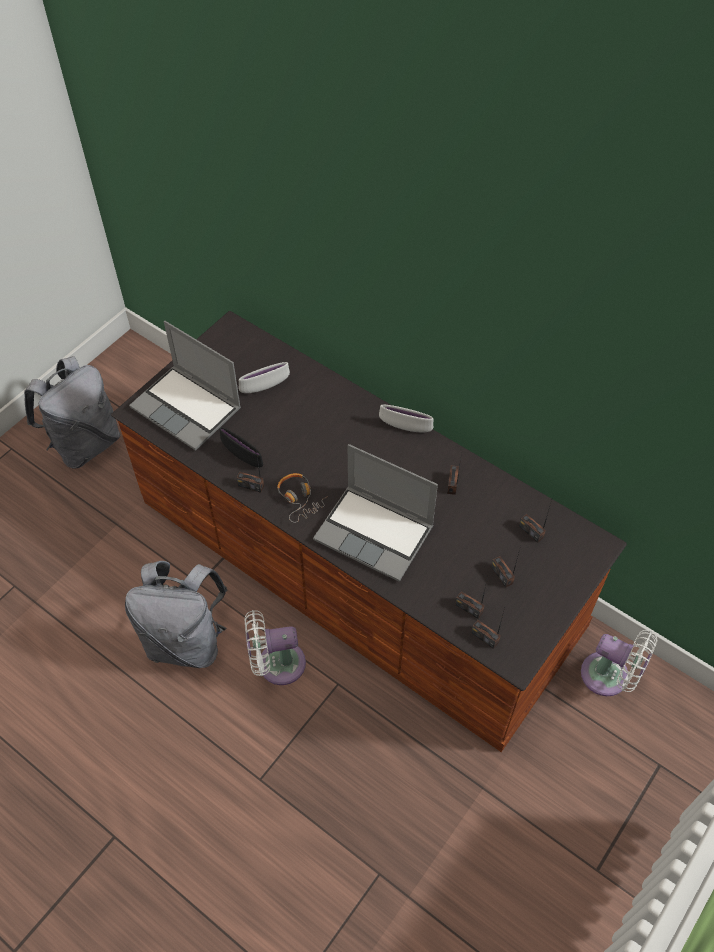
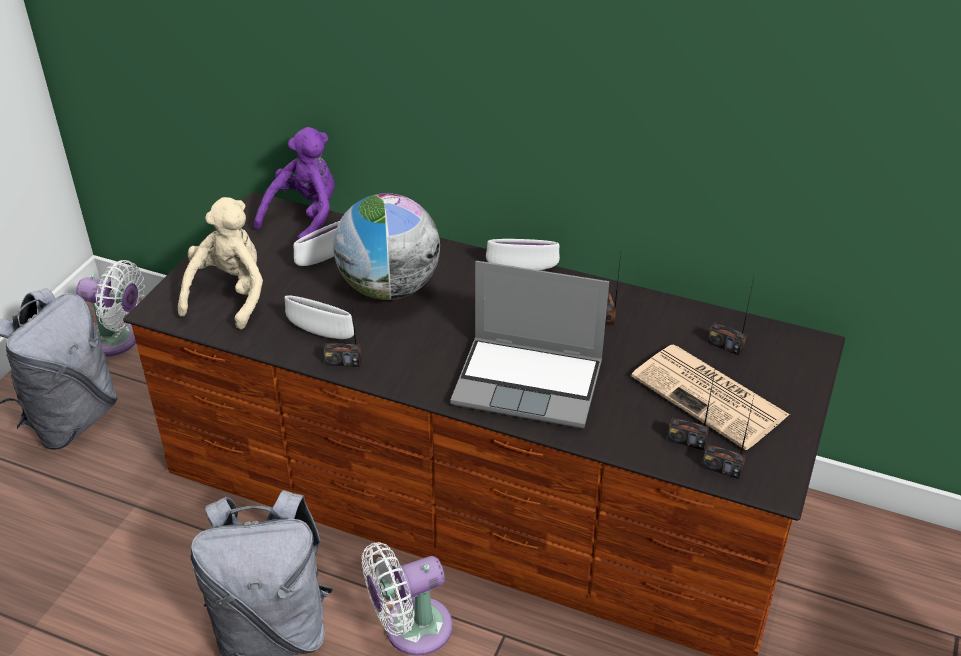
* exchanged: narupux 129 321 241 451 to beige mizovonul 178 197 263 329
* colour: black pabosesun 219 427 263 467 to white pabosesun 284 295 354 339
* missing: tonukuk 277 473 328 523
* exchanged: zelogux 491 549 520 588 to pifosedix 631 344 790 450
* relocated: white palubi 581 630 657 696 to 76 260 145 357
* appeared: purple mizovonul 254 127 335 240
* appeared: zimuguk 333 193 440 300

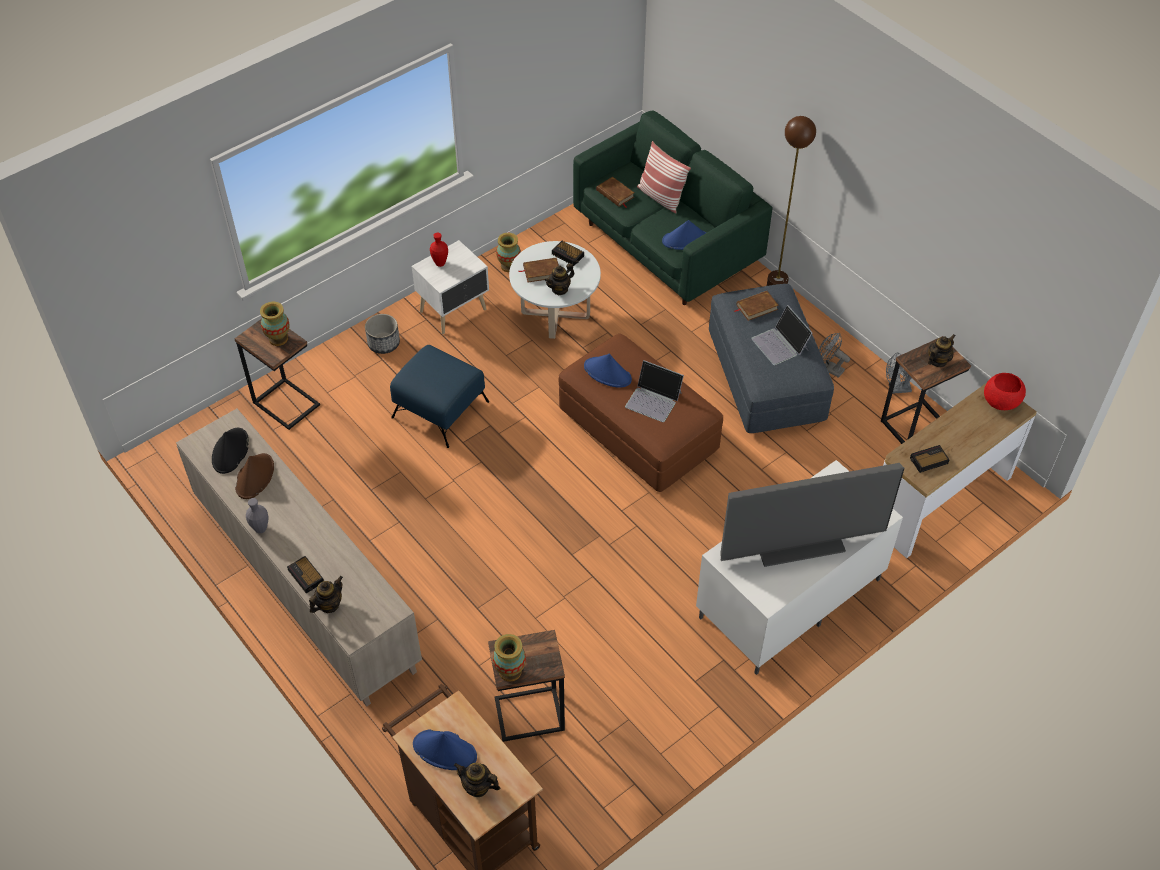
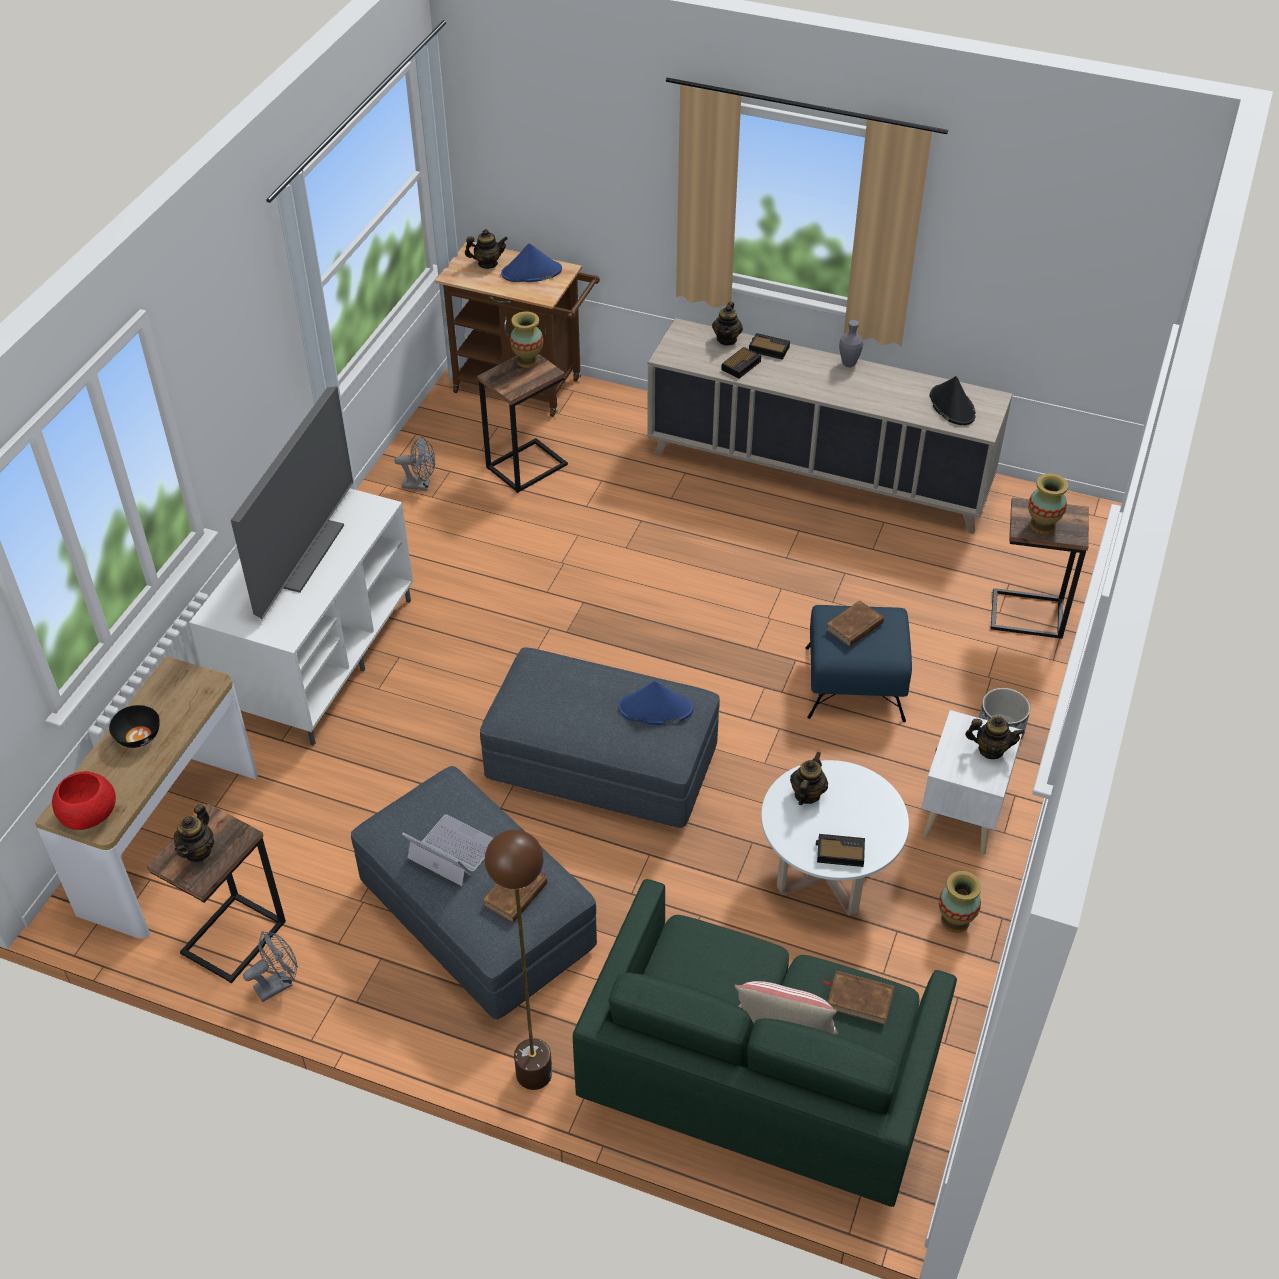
* missing: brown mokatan 235 453 274 499
* exchanged: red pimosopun 430 233 448 267 to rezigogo 965 716 1025 759
* relocated: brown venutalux 519 257 559 282 to 826 600 884 647
* colour: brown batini 559 333 723 492 to grey batini 480 647 720 828
* missing: narupux 625 360 684 422
* missing: blue mokatan 662 220 706 250
* spun: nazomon 720 463 905 567 = 231 386 353 619 150 degrees clockwise
* relocated: grey palubi 819 333 850 378 to 394 437 435 490
* relocated: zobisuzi 910 445 950 473 to 721 347 761 379
* appeared: black pabosesun 109 705 160 748

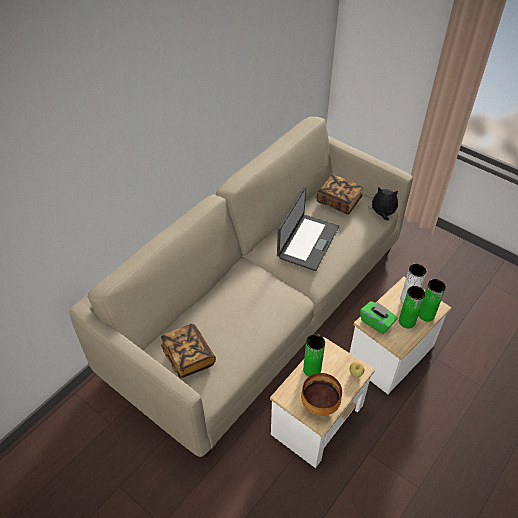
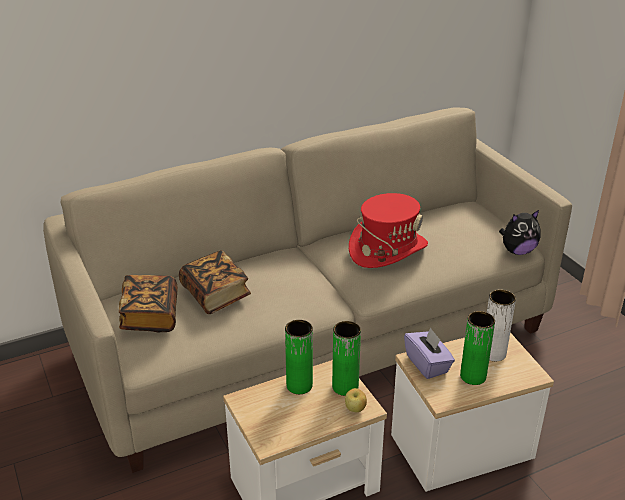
* exchanged: narupux 277 186 339 271 to red mokatan 349 193 428 268
* missing: pabosesun 301 373 342 416
* relocated: venutalux 317 174 363 215 to 179 250 251 314
* colour: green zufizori 360 301 398 334 to purple zufizori 404 327 455 379
* spun: mizovonul 369 187 398 221 = 499 210 541 255 120 degrees clockwise
* relocated: green pimosopun 418 279 446 322 to 332 321 361 396

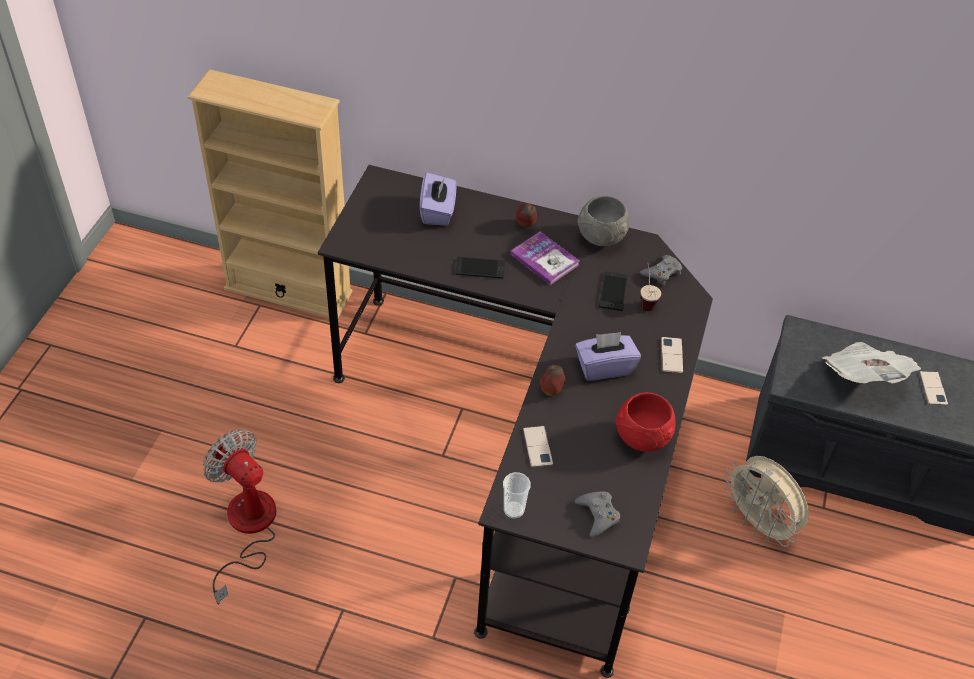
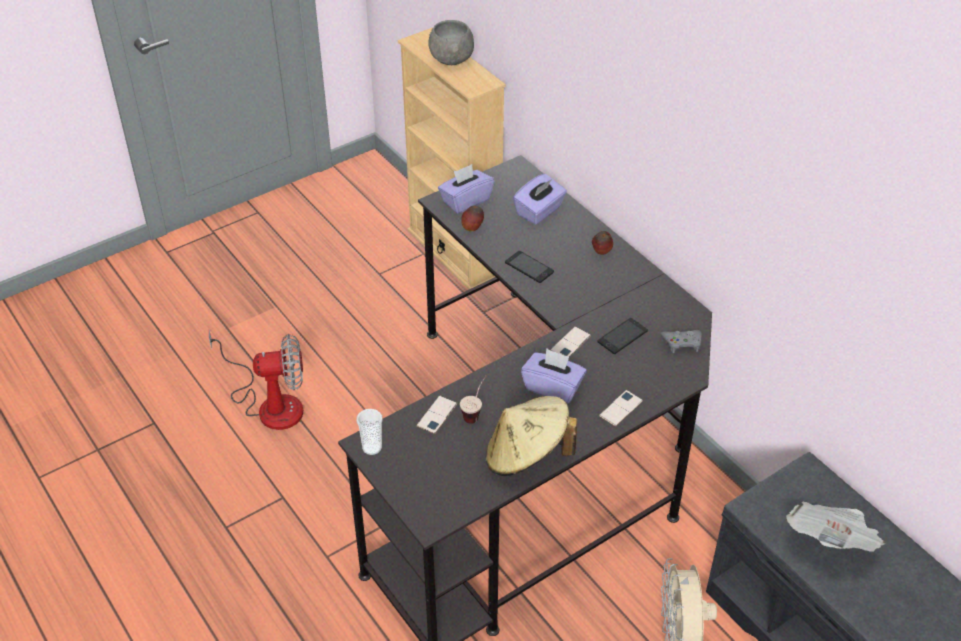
* spun: palubi 203 429 277 604 = 209 330 303 430 90 degrees clockwise
* missing: venutalux 510 232 579 285
* relocated: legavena 540 365 565 396 to 461 205 484 231
* missing: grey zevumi 575 491 620 537
* relocated: grey pabosesun 577 196 629 246 to 428 20 474 65
* exchanged: red pabosesun 615 392 675 452 to beige mokatan 486 396 577 476
* relocated: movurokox 641 263 661 311 to 460 375 487 424
* relocated: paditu 919 371 948 405 to 550 326 591 357
* appeared: purple zufizori 438 164 494 214

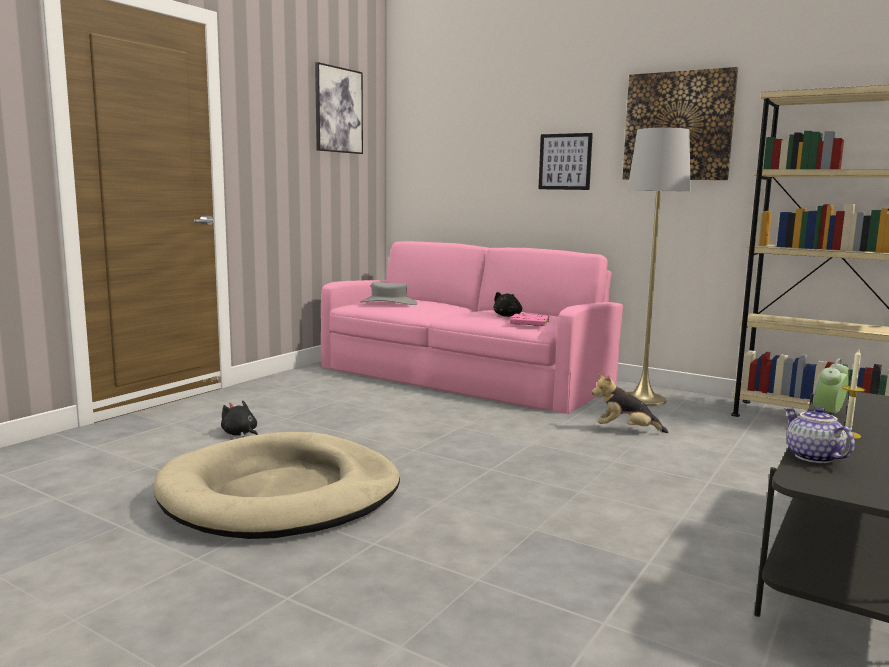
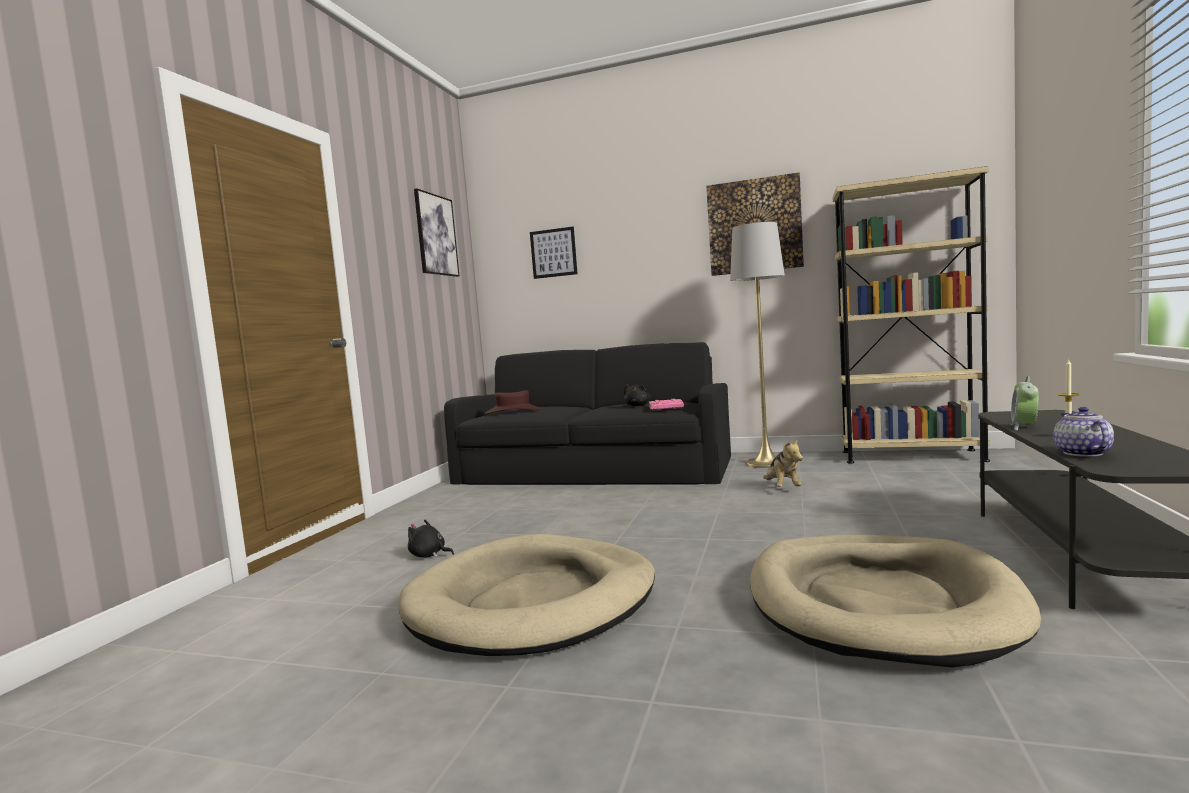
* colour: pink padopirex 321 241 623 414 to black padopirex 444 342 731 485
* colour: grey mokatan 360 281 417 305 to brown mokatan 485 390 541 414
* relocated: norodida 538 133 593 190 to 530 227 578 279
* spun: mizovonul 592 373 668 433 = 763 438 803 487 90 degrees counterclockwise
* spun: rezigogo 785 407 855 463 = 1053 407 1114 457 45 degrees clockwise
* appeared: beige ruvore 750 535 1041 667

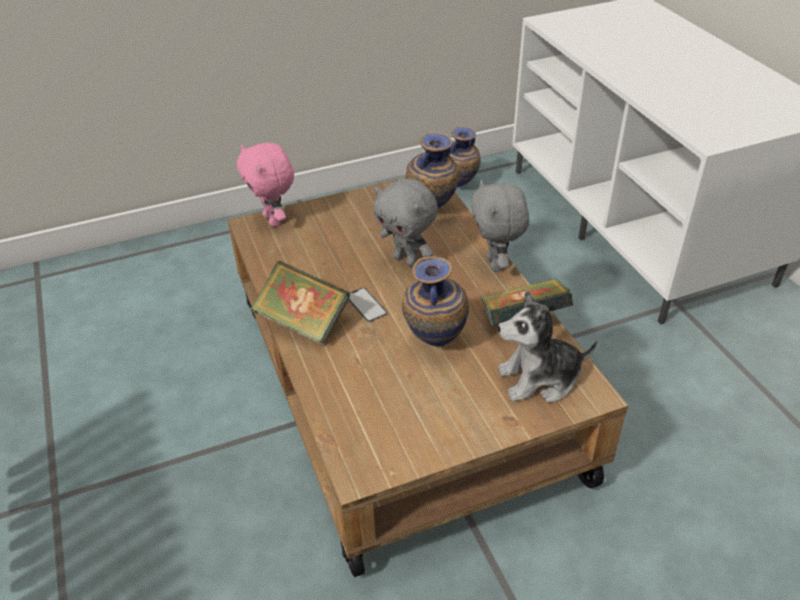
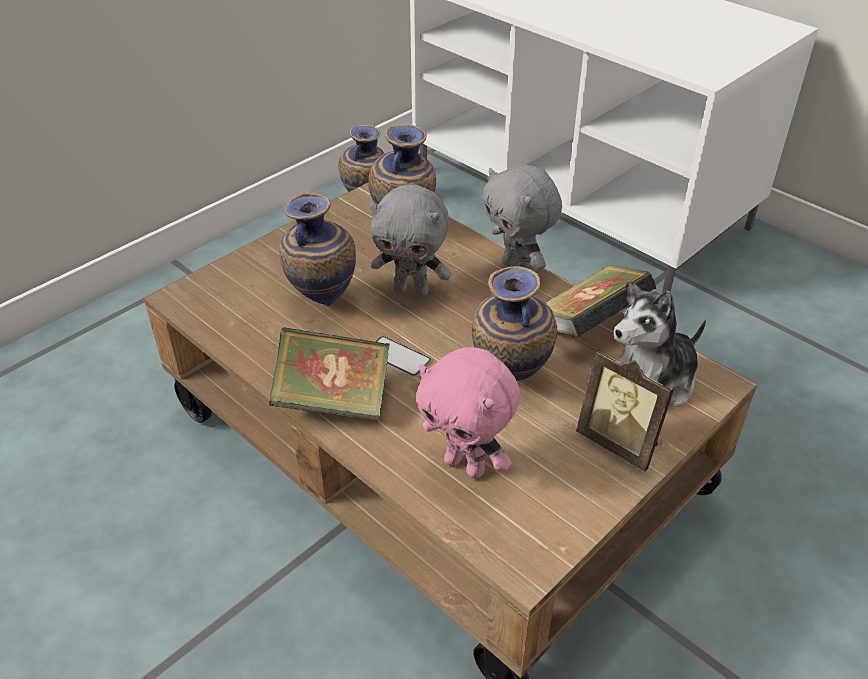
* relocated: pink mizovonul 237 143 294 227 to 416 347 520 479
* appeared: pimosopun 279 192 356 306
* appeared: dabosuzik 576 349 674 471

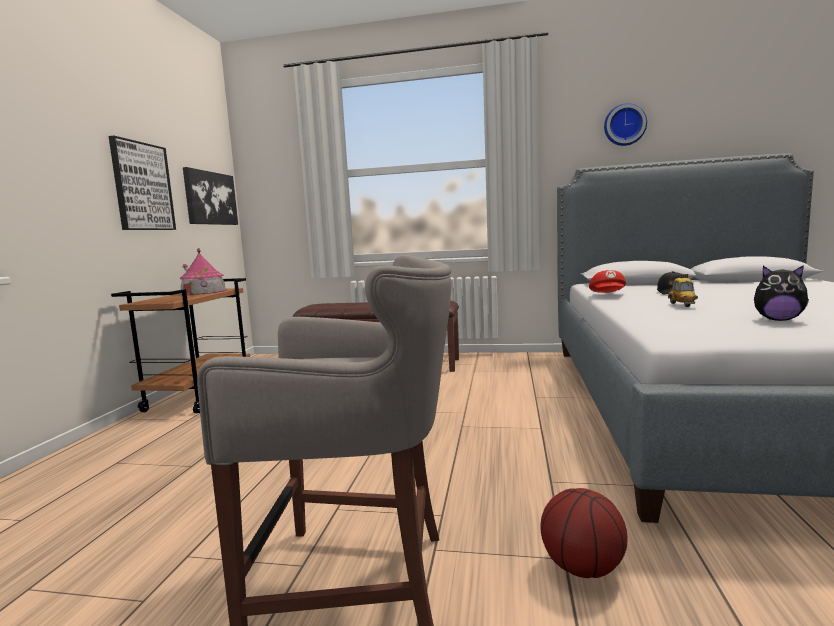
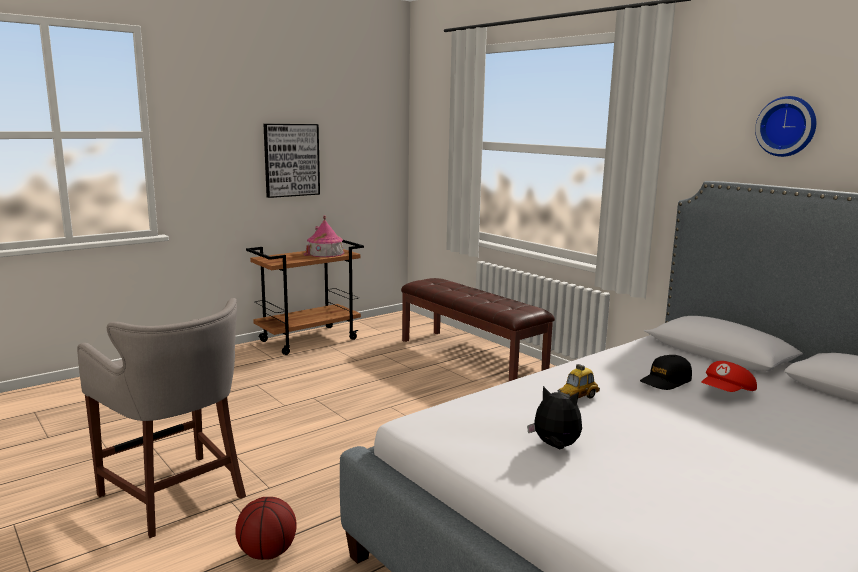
* missing: norodida 183 167 238 225
* relocated: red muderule 589 270 626 293 to 701 361 757 392
* spun: mizovonul 754 265 809 321 = 527 386 582 449 135 degrees clockwise

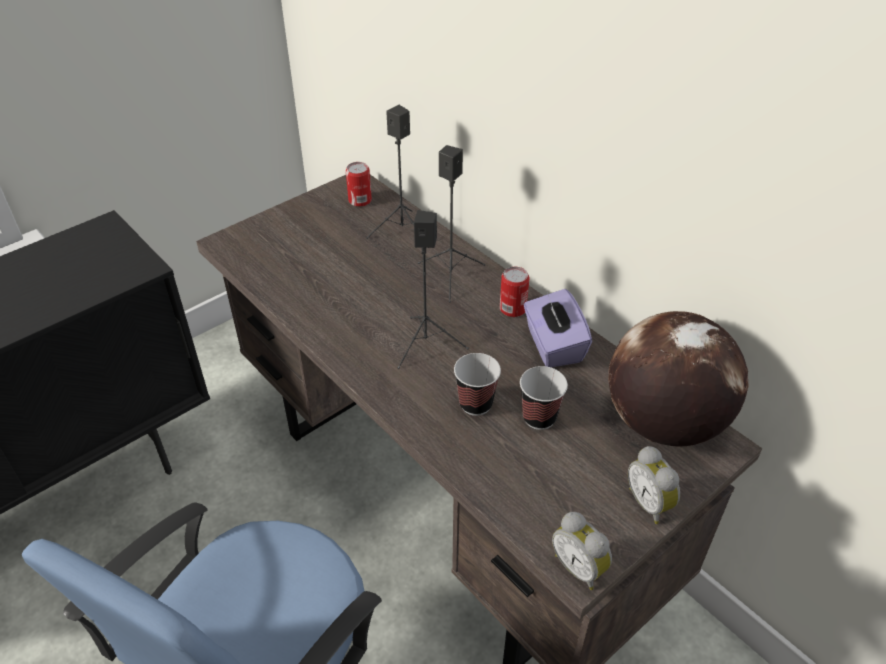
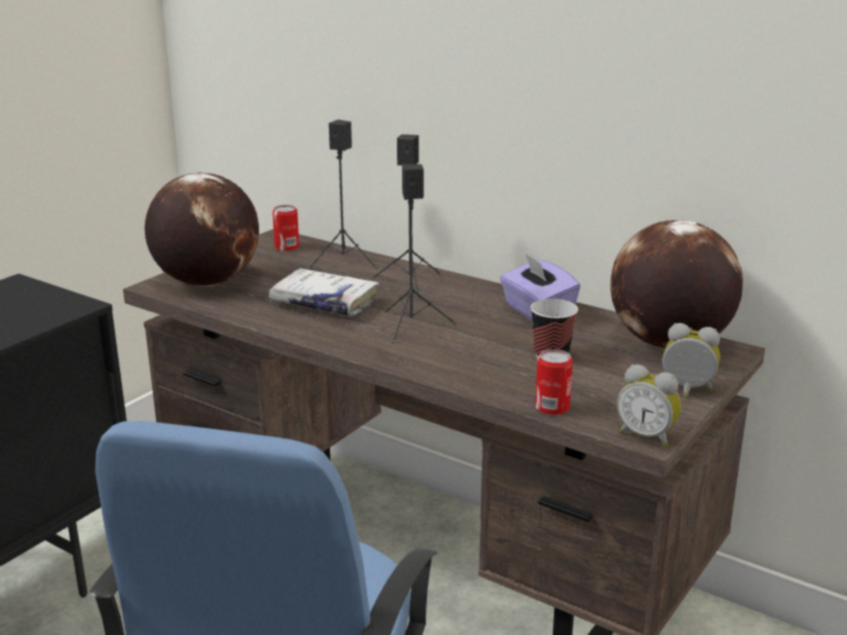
* missing: movurokox 454 353 501 416
* relocated: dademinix 500 267 529 317 to 535 349 573 415
* spun: zobisuzi 628 446 680 524 = 662 323 720 397 150 degrees clockwise
* appeared: zimuguk 145 172 259 287
* appeared: white venutalux 268 268 380 317

